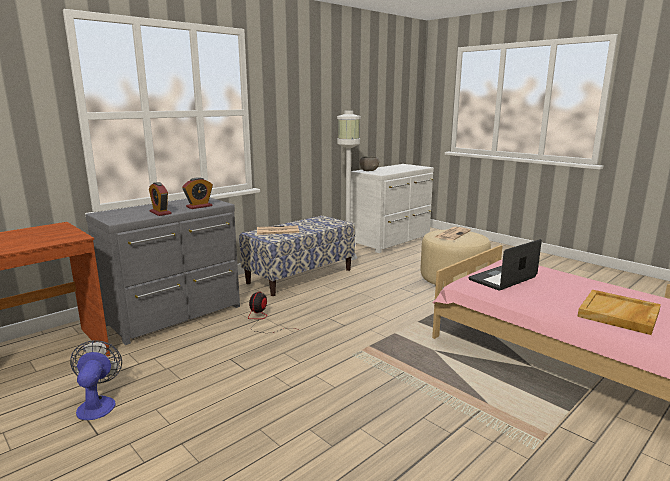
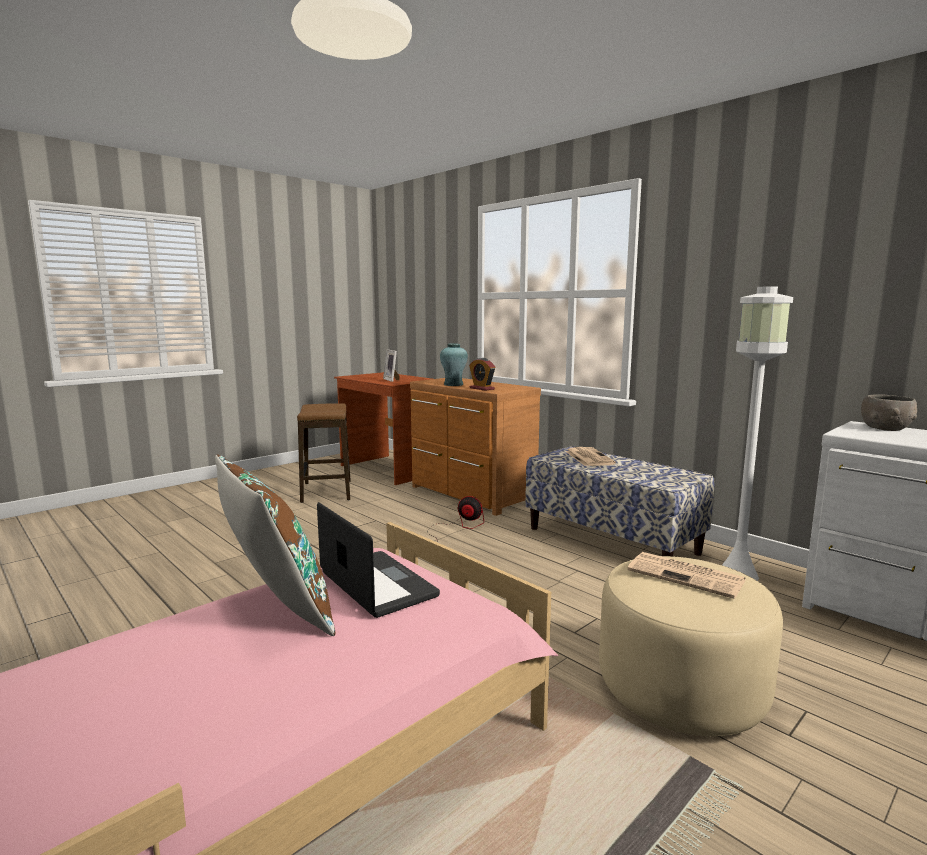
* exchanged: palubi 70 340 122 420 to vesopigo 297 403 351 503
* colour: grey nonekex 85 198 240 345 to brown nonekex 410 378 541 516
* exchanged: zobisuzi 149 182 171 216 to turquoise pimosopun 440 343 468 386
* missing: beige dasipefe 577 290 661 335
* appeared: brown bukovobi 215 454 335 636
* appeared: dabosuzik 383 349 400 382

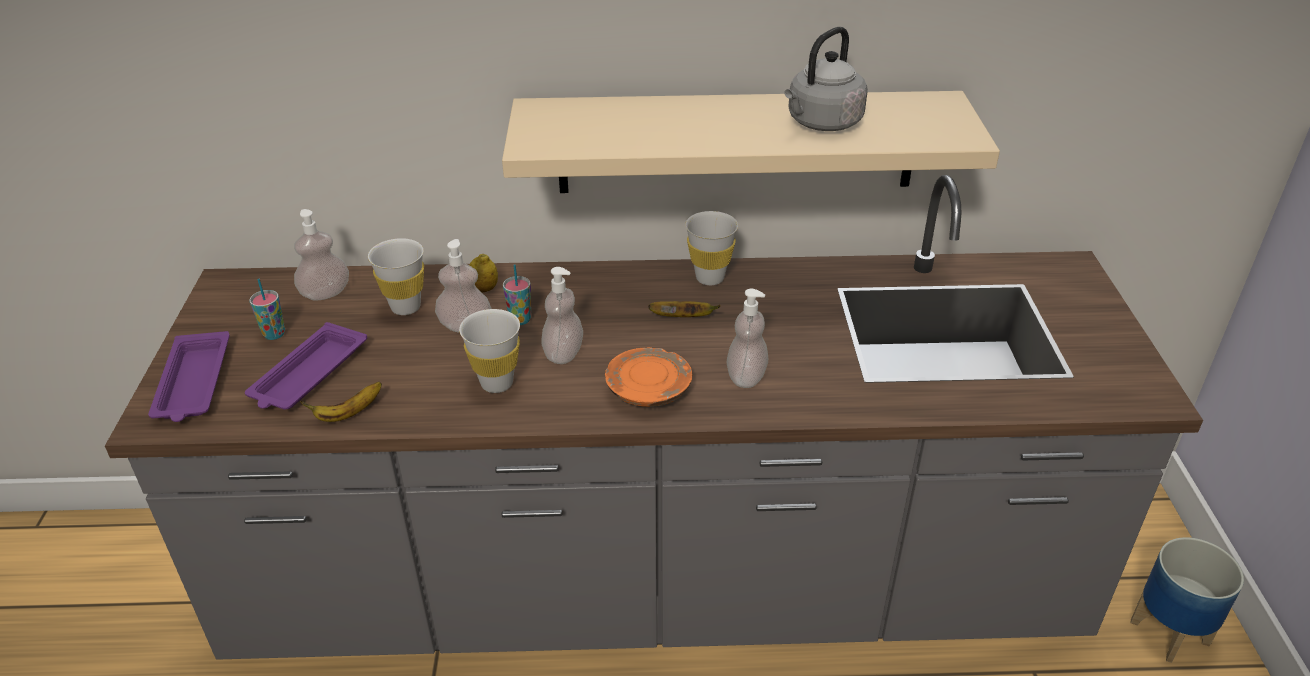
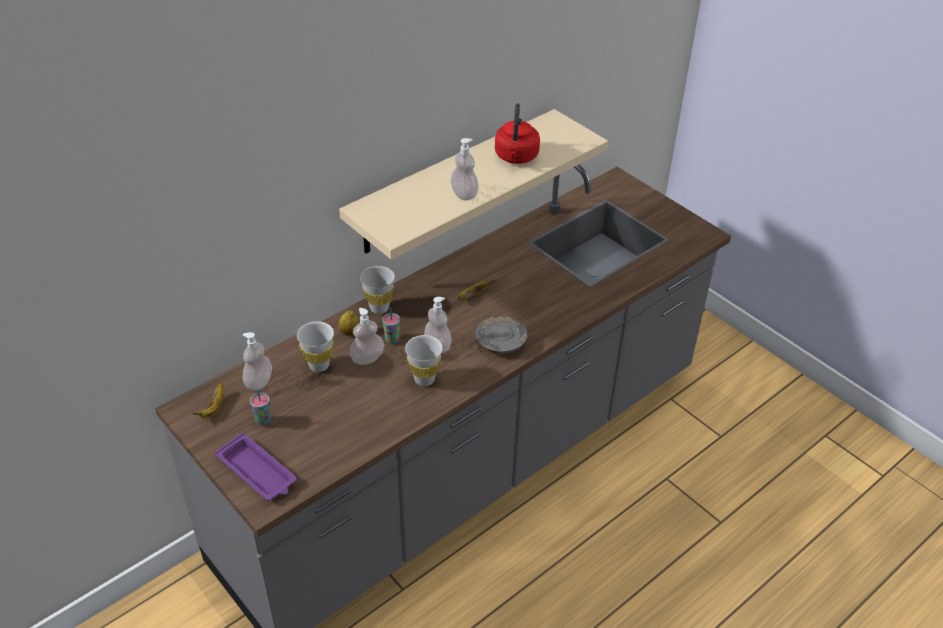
* missing: purple dasipefe 245 322 367 410
* relocated: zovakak 300 382 382 422 to 192 383 224 418
* colour: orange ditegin 605 347 692 407 to grey ditegin 476 316 527 354
* relocated: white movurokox 685 211 738 285 to 360 266 395 314
* relocated: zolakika 727 289 768 388 to 451 138 478 201
* colour: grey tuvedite 784 27 868 131 to red tuvedite 495 103 540 164
* missing: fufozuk 1131 537 1244 663

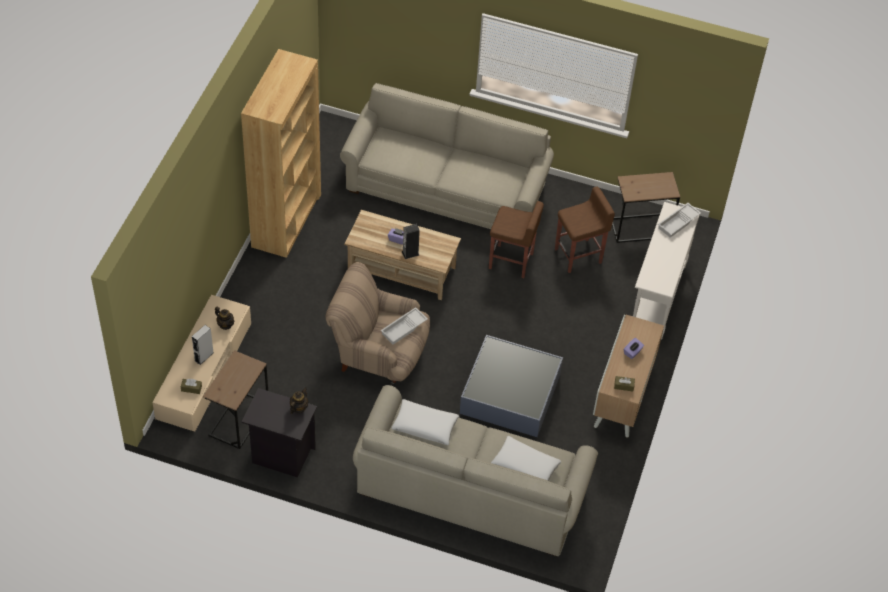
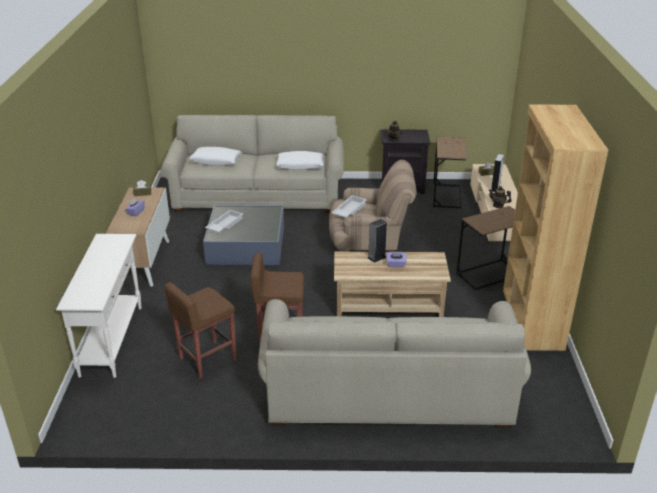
* relocated: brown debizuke 612 172 680 243 to 456 206 515 290
* relocated: white dasipefe 658 203 701 238 to 205 210 243 233

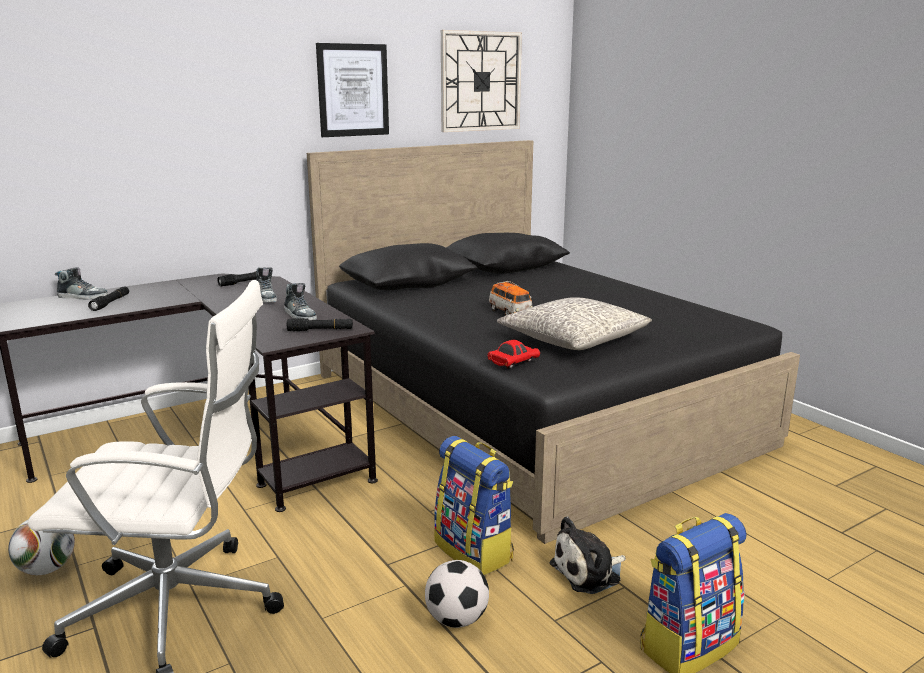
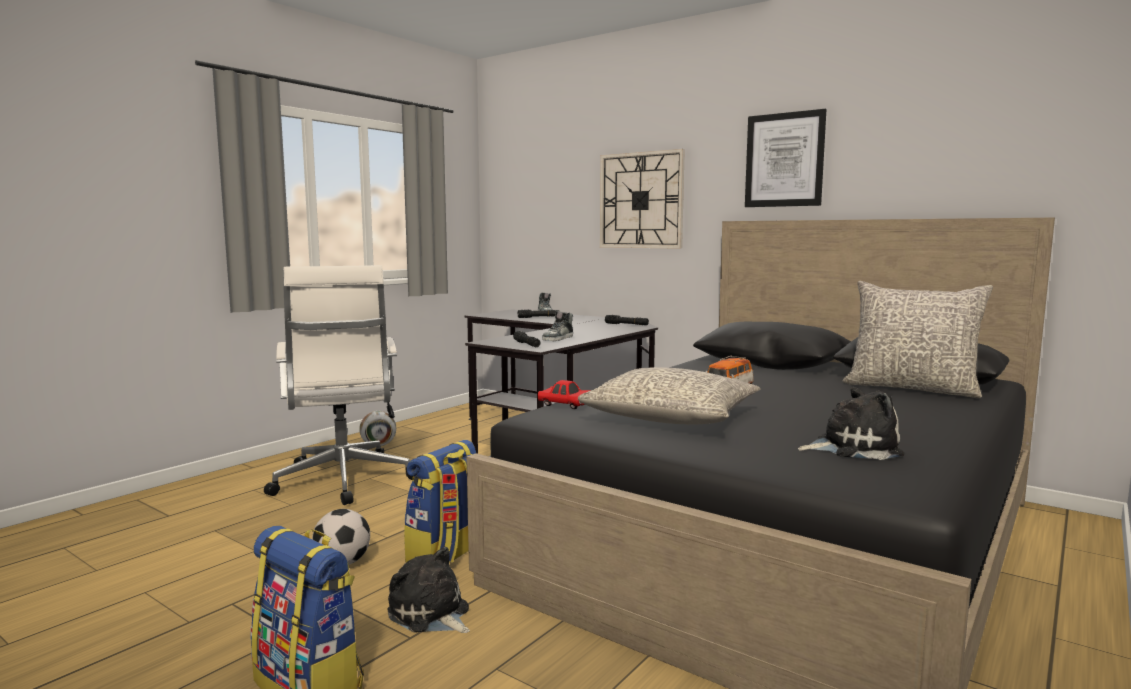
* missing: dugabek 256 267 277 303
* relocated: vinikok 441 30 522 132 to 600 149 685 249
* appeared: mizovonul 798 387 904 460
* appeared: grey bukovobi 842 281 993 398

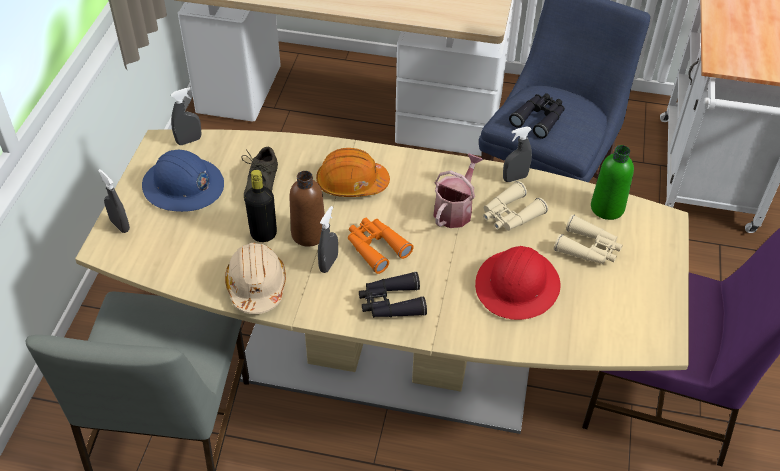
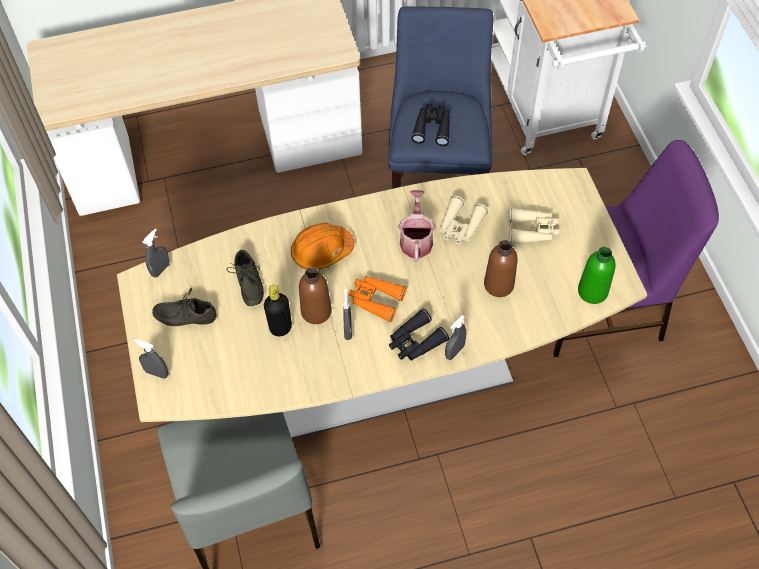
* exchanged: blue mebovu 142 150 224 212 to grey dugabek 152 288 217 326
* missing: beige mebovu 225 243 286 314
* exchanged: red mebovu 475 246 561 320 to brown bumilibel 484 240 518 297
* relocated: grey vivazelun 503 126 532 182 to 445 315 466 360
* relocated: green bumilibel 591 145 634 220 to 578 247 616 304

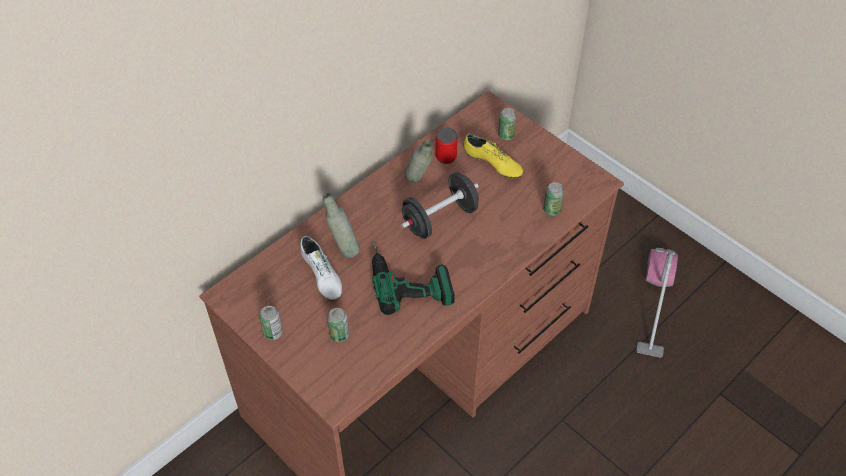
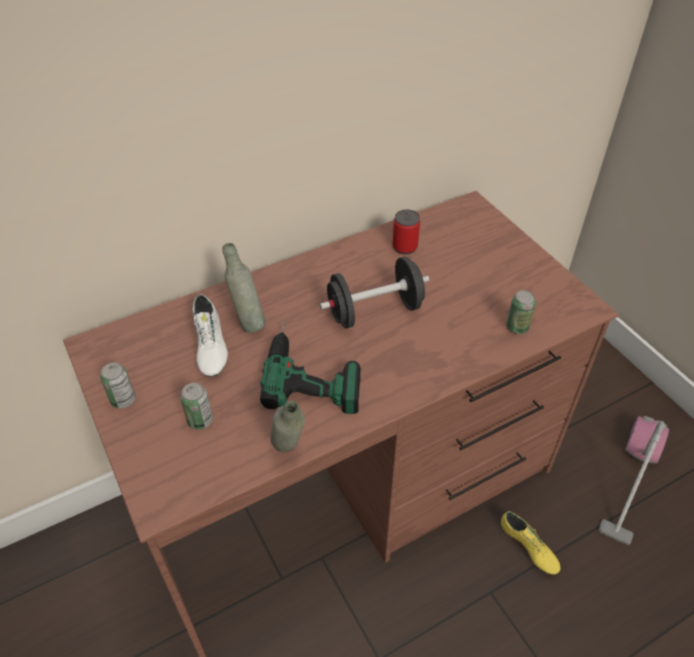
* relocated: grey bumilibel 404 140 433 183 to 270 401 305 452
* relocated: yellow dugabek 464 133 523 179 to 501 511 561 575
* missing: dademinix 498 108 517 140

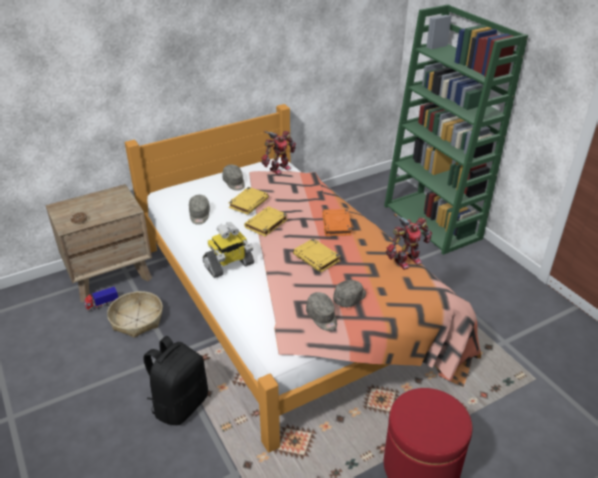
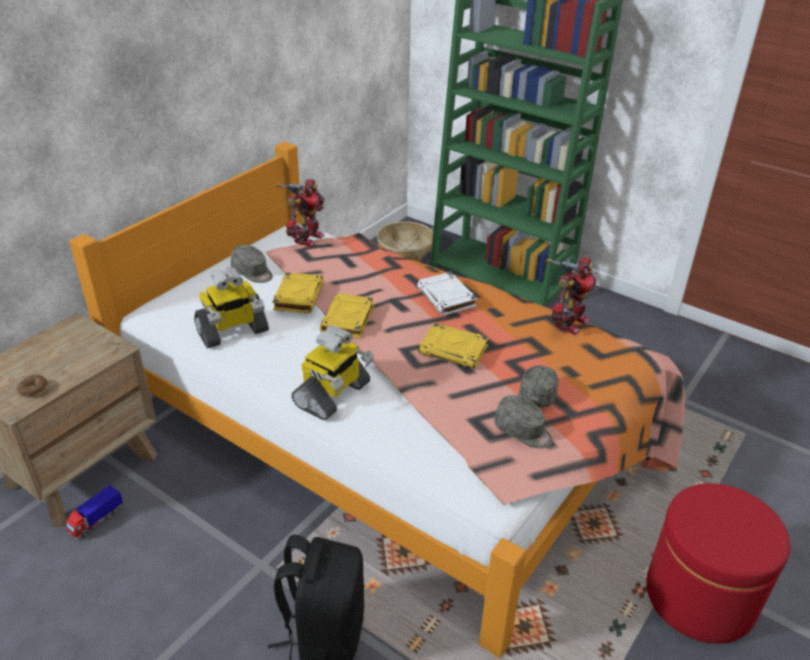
* relocated: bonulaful 107 291 163 338 to 377 221 433 262
* exchanged: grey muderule 189 195 210 225 to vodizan 194 267 269 348
* colour: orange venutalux 322 209 352 236 to white venutalux 417 272 477 316

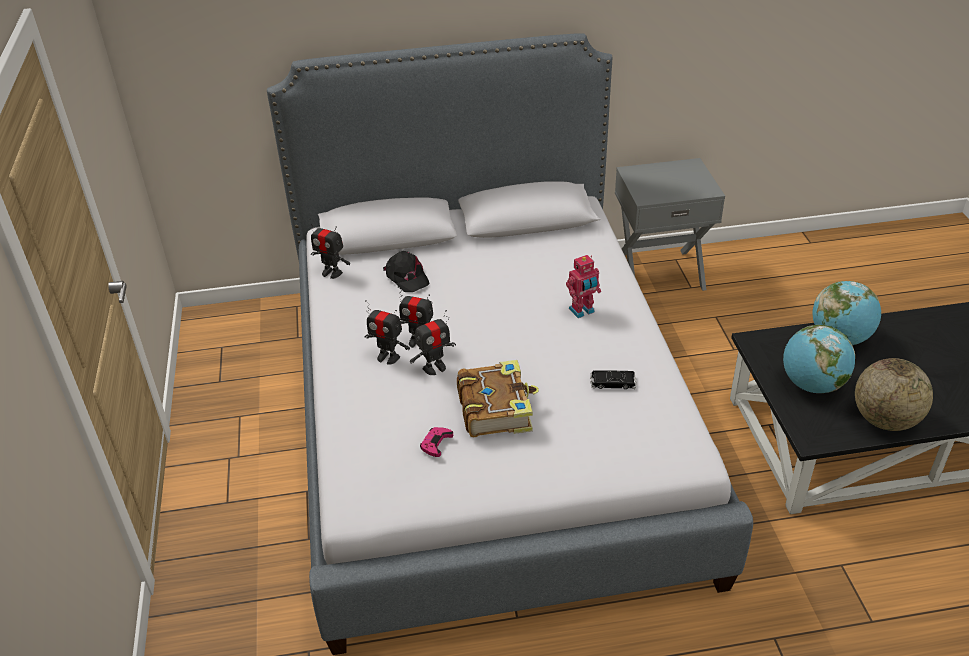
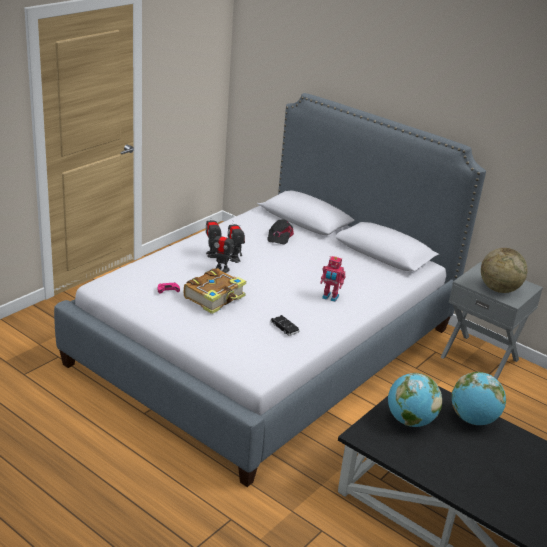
* missing: vodizan 310 219 350 279
* relocated: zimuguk 855 358 933 431 to 481 248 527 293

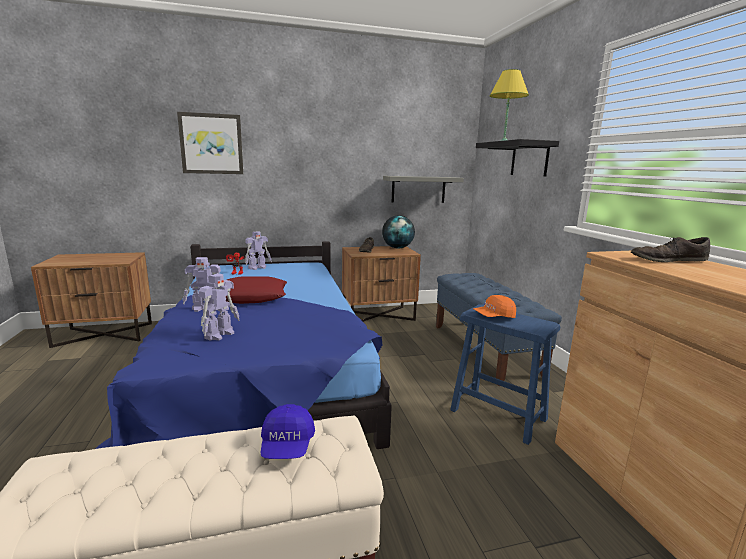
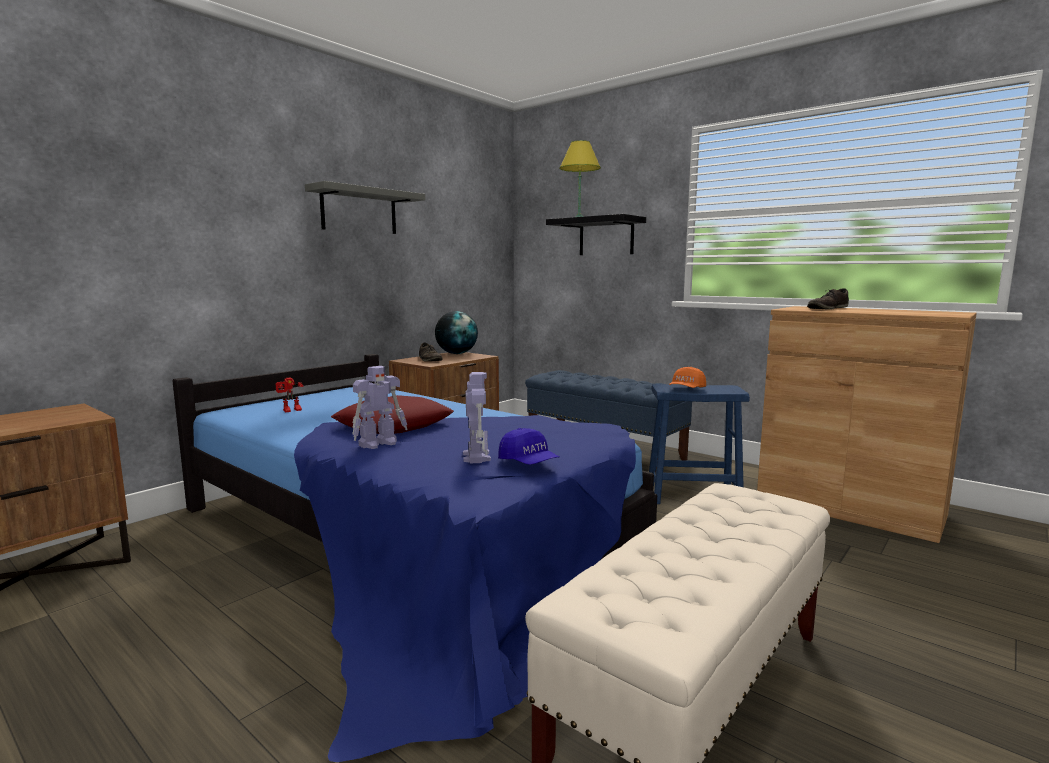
* missing: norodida 177 112 243 174
* missing: vodizan 245 231 272 270
* relocated: blue muderule 260 404 315 459 to 498 428 559 465
* relocated: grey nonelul 383 176 464 203 to 305 181 425 234

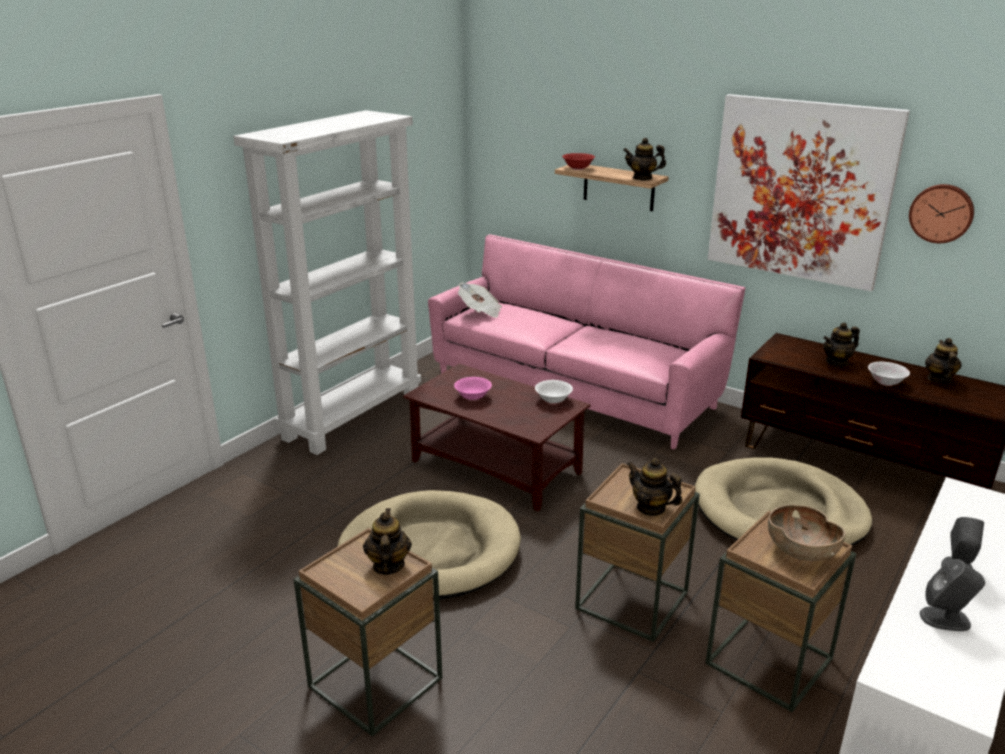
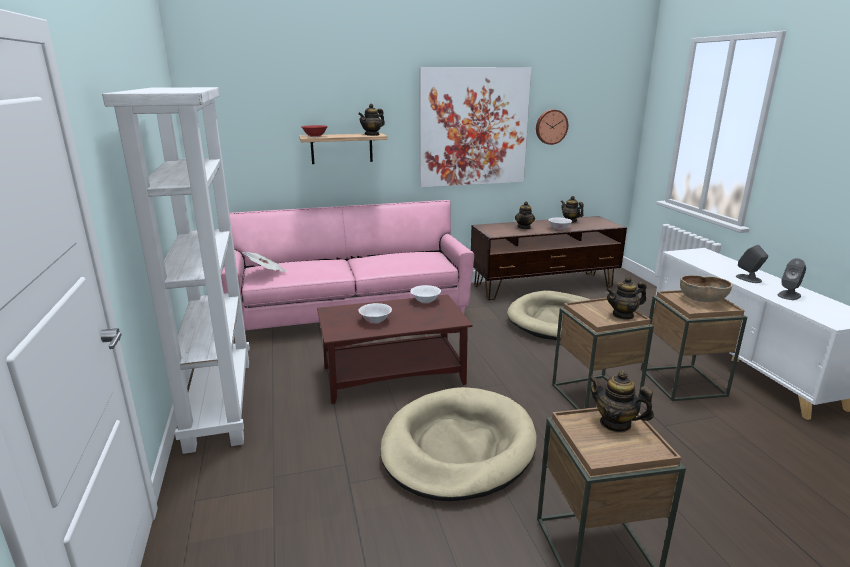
* colour: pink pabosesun 454 377 492 401 to white pabosesun 358 303 392 324

